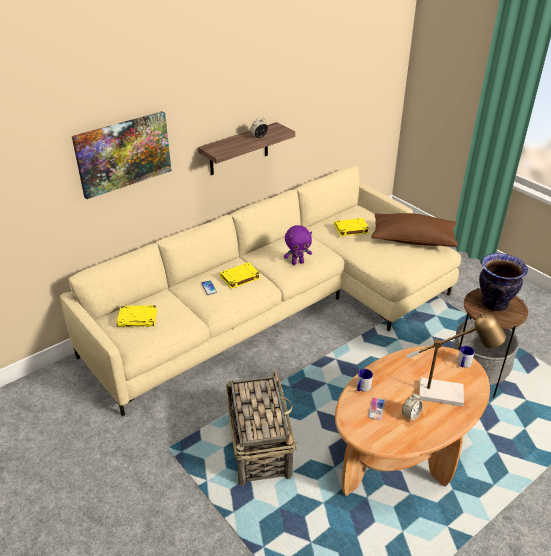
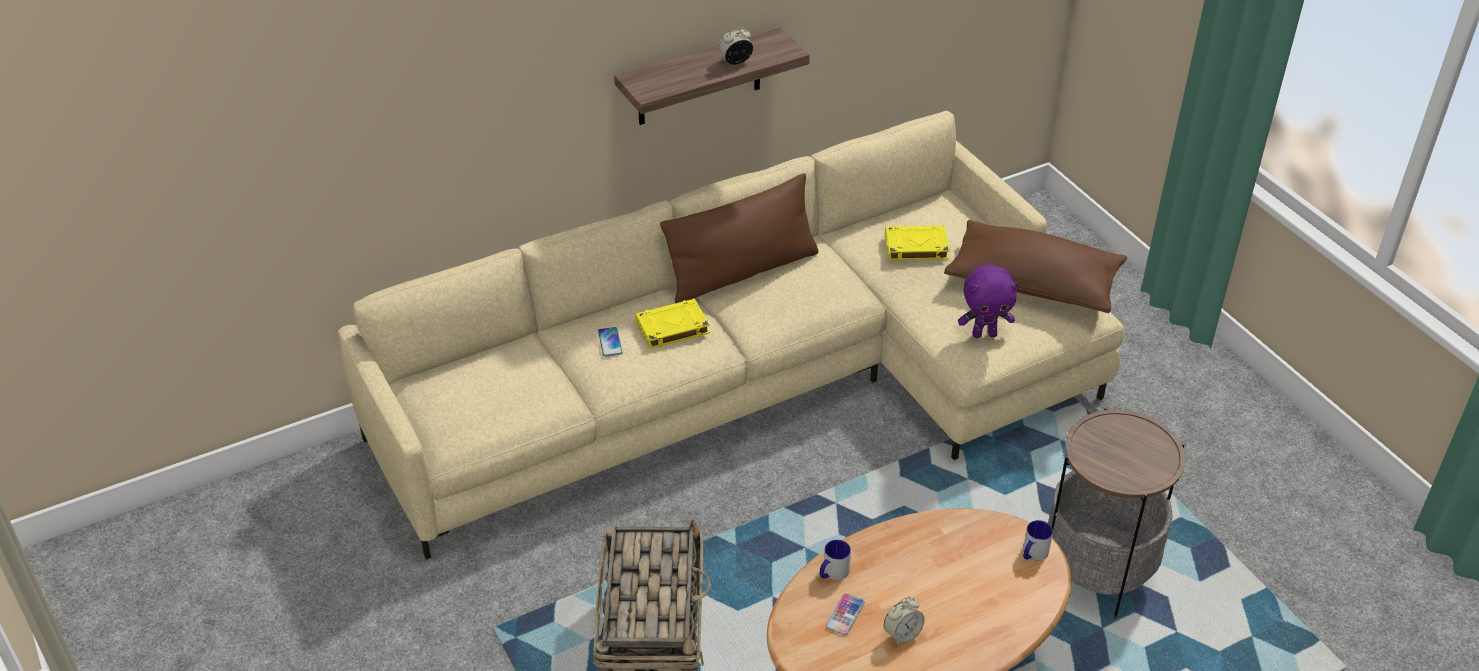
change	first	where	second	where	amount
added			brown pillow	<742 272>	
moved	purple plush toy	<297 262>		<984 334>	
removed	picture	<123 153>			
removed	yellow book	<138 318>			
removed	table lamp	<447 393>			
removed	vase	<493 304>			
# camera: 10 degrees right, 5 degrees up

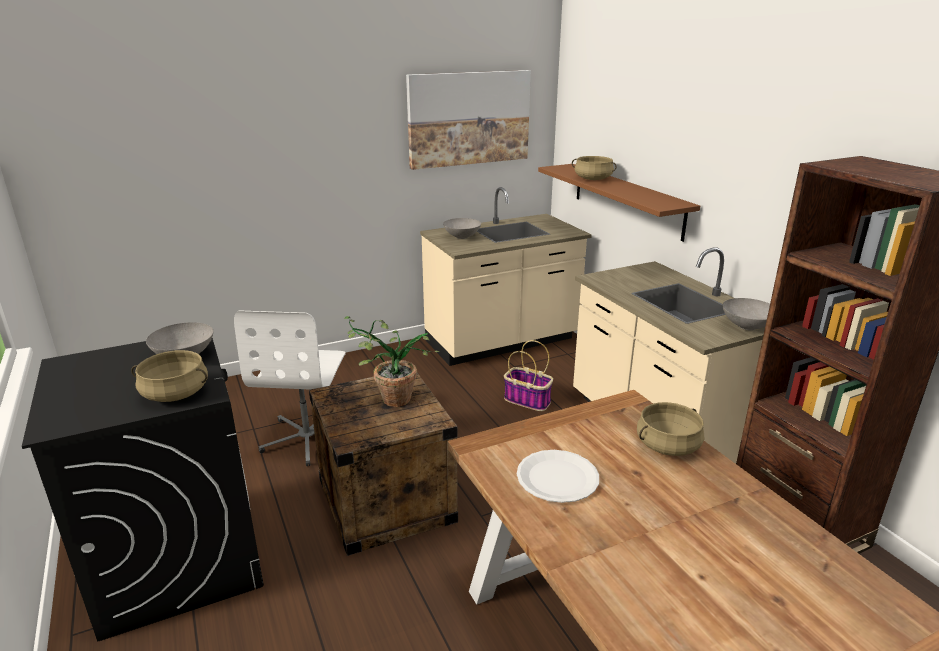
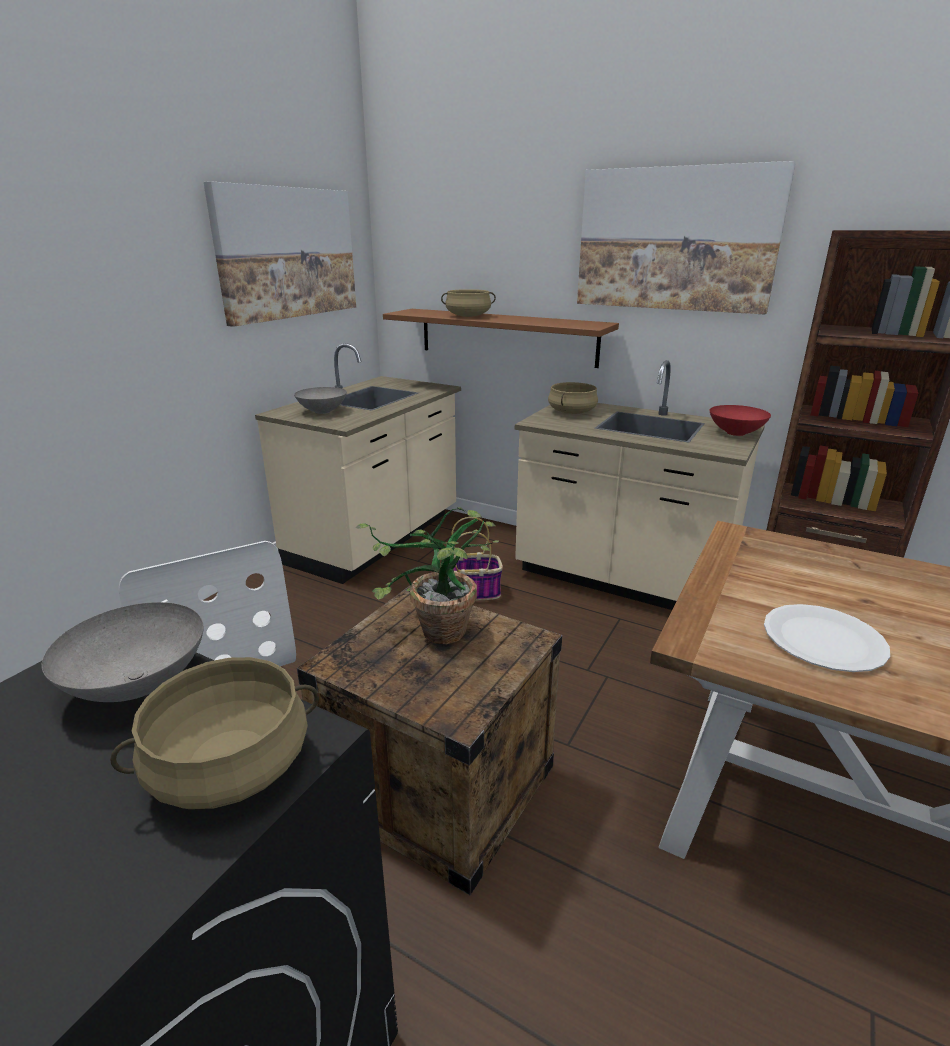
change	first	where	second	where	amount
moved	beige cooking pot	<667 445>		<571 412>	
added			picture	<675 240>	
recoloured	grey bowl	<747 326>	red bowl	<735 432>	
# camera: 35 degrees left, 0 degrees up

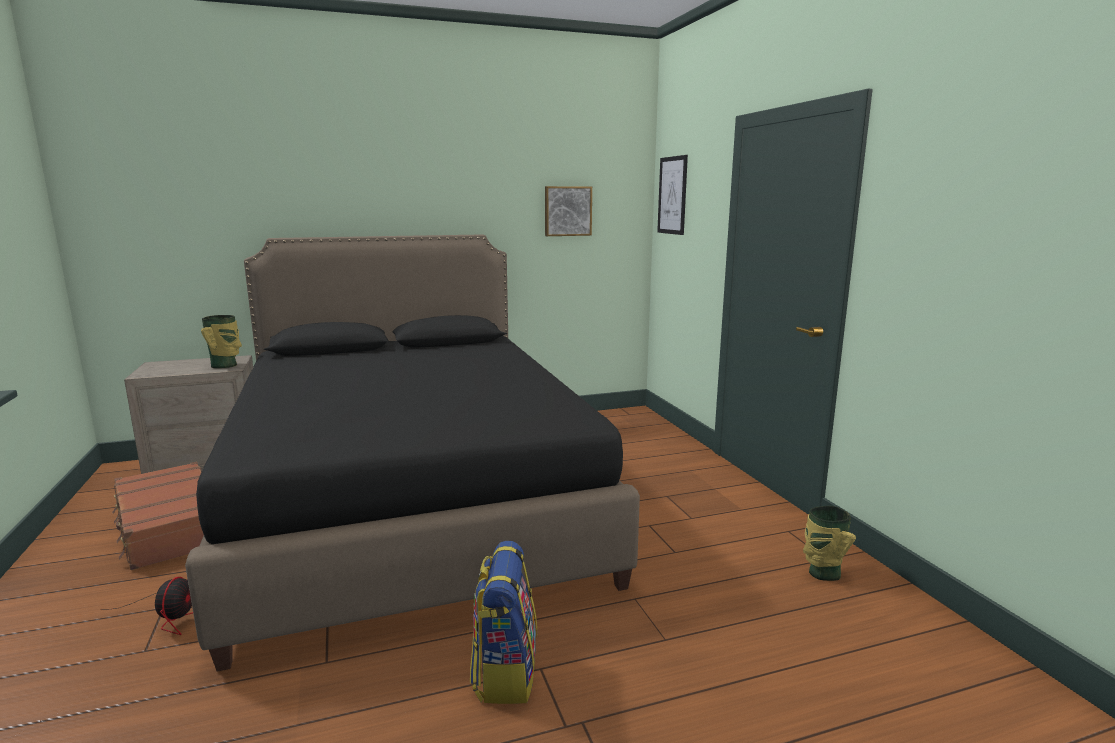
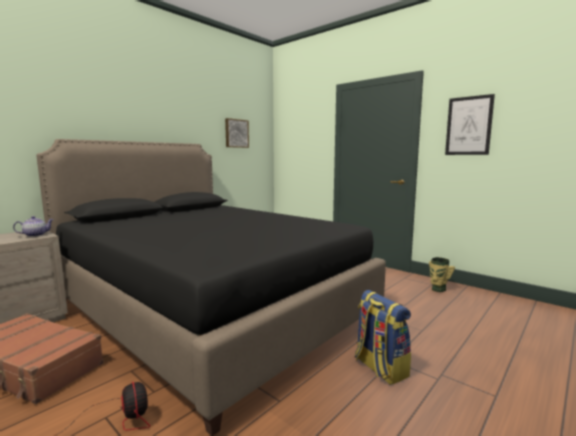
change	first	where	second	where	amount
replaced	vase	<225 365>	teapot	<35 235>	
moved	picture	<672 195>		<468 126>	
# camera: 30 degrees left, 5 degrees down

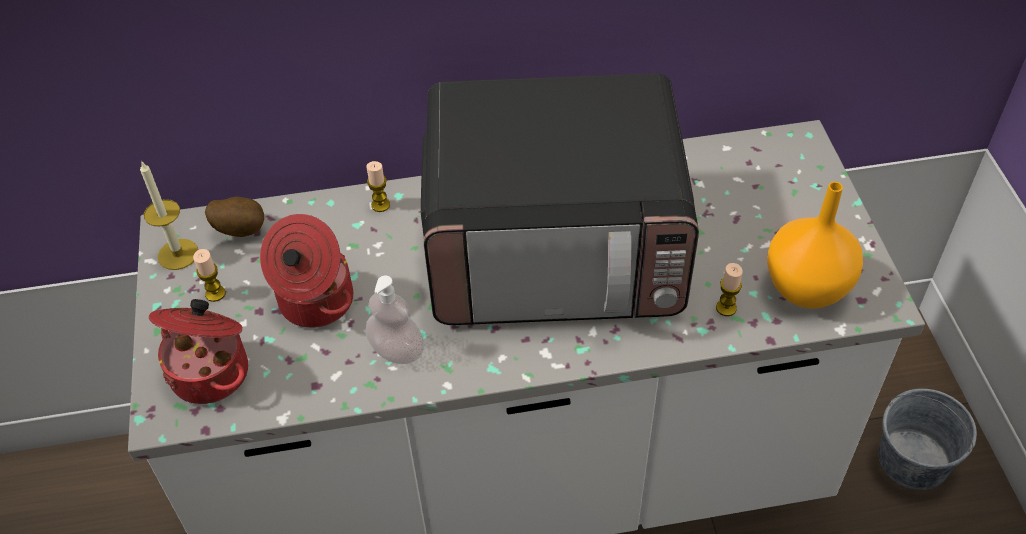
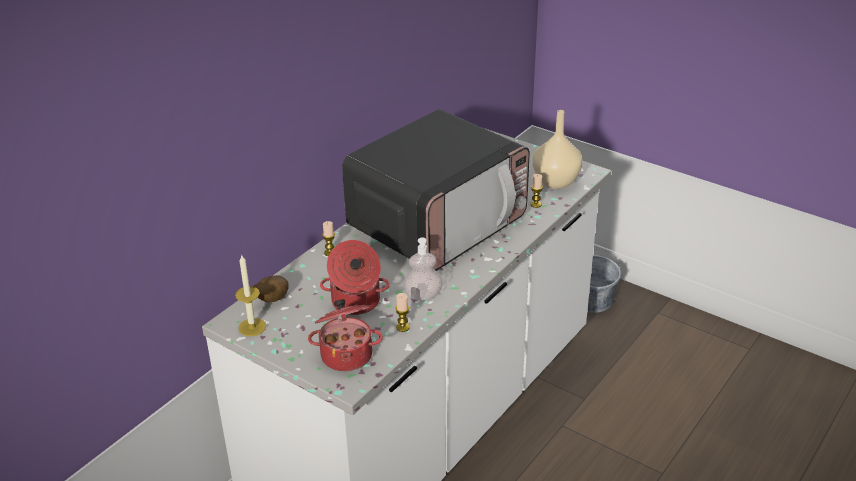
change	first	where	second	where	amount
moved	candle	<215 293>		<403 327>	
recoloured	orange vase	<805 289>	beige vase	<556 182>	
# camera: 45 degrees left, 15 degrees down

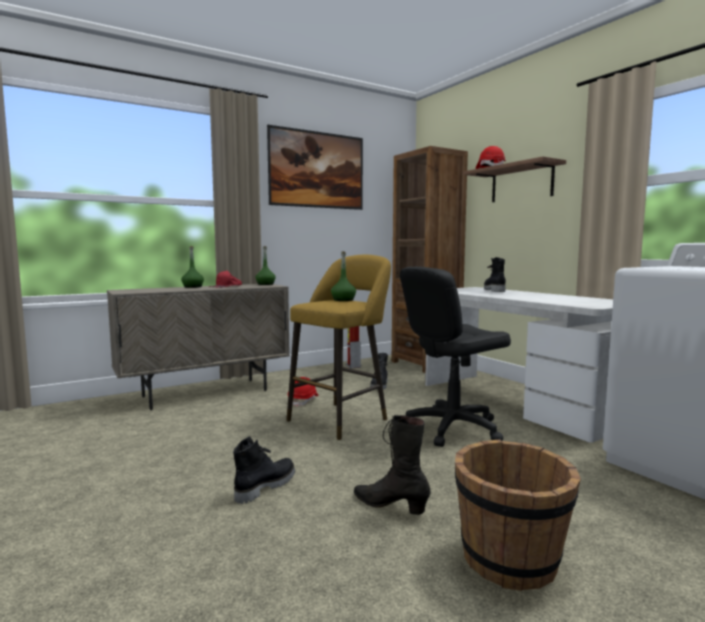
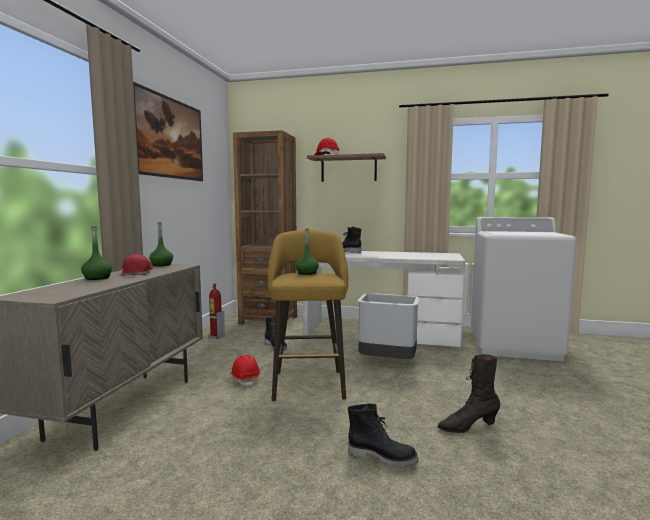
change	first	where	second	where	amount
turned	black boot	<265 486>		<382 457>	120 degrees clockwise
replaced	black office chair	<452 428>	grey trash can	<387 363>	
removed	brown bucket	<510 560>			
# camera: 45 degrees left, 0 degrees up

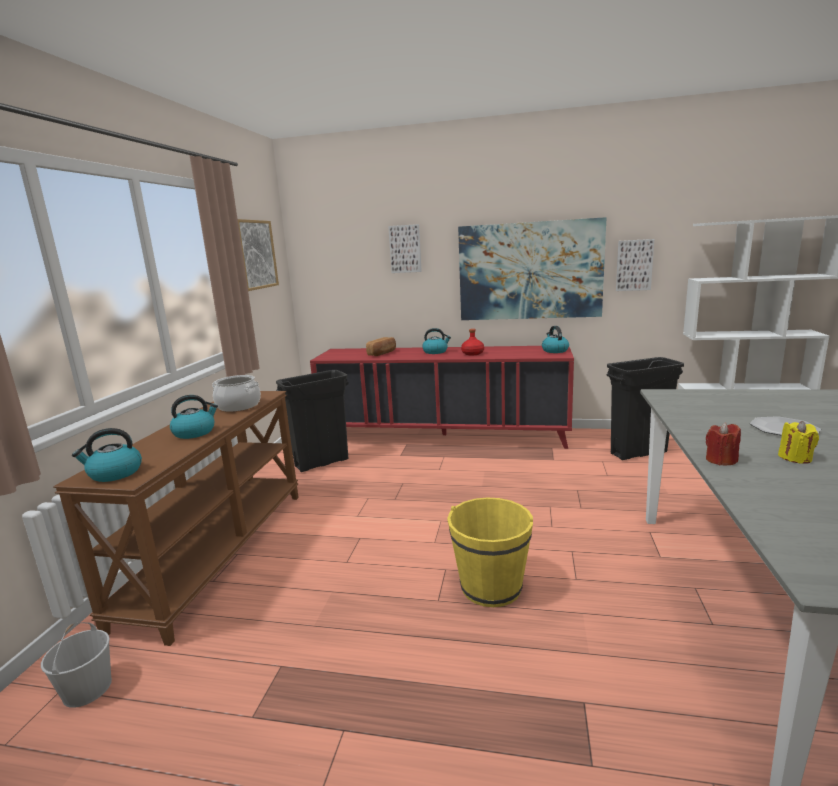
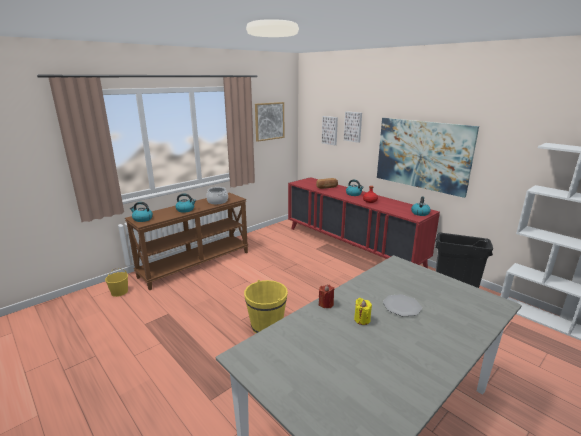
change	first	where	second	where	amount
recoloured	white bucket	<87 688>	yellow bucket	<119 292>	
moved	picture	<634 265>		<330 130>	
removed	black trash can	<322 463>			
# camera: 35 degrees right, 5 degrees up

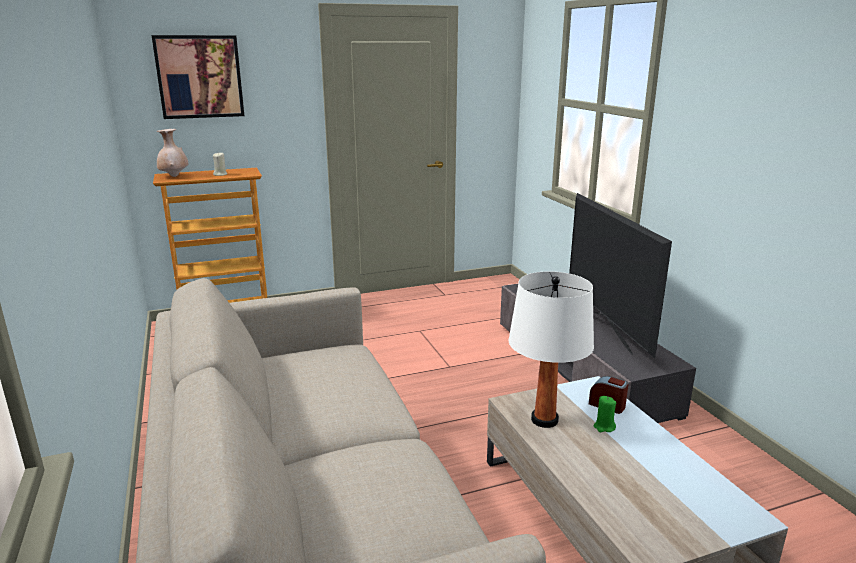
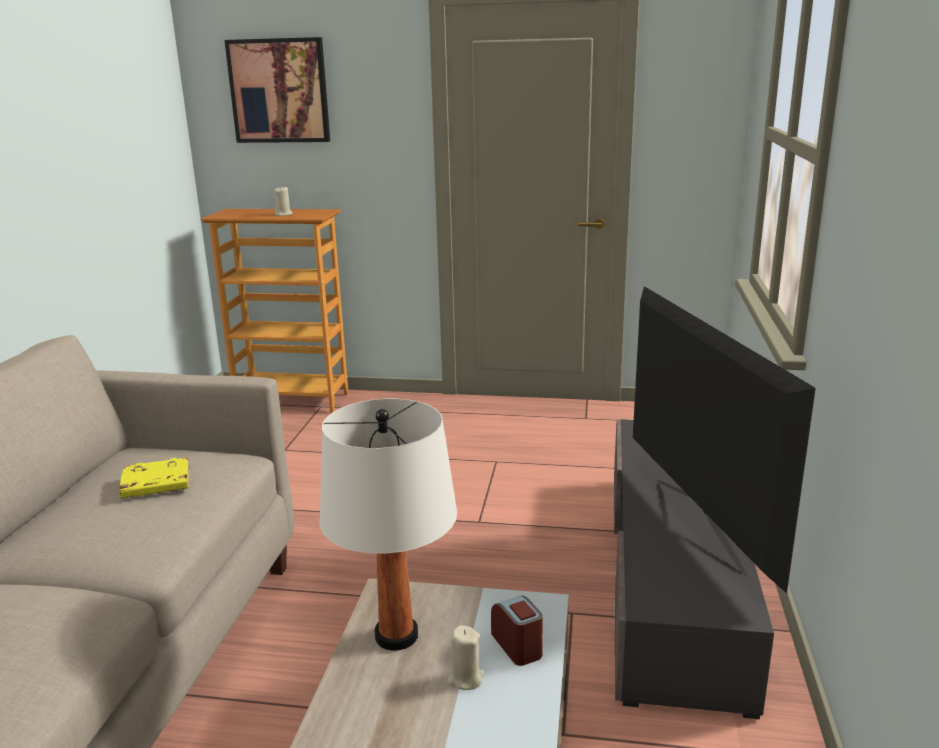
change	first	where	second	where	amount
added			yellow book	<155 484>	
recoloured	green candle	<604 427>	beige candle	<465 678>	
turned	television	<606 329>		<694 524>	150 degrees clockwise
removed	beige vase	<174 176>			
# camera: 30 degrees right, 0 degrees up

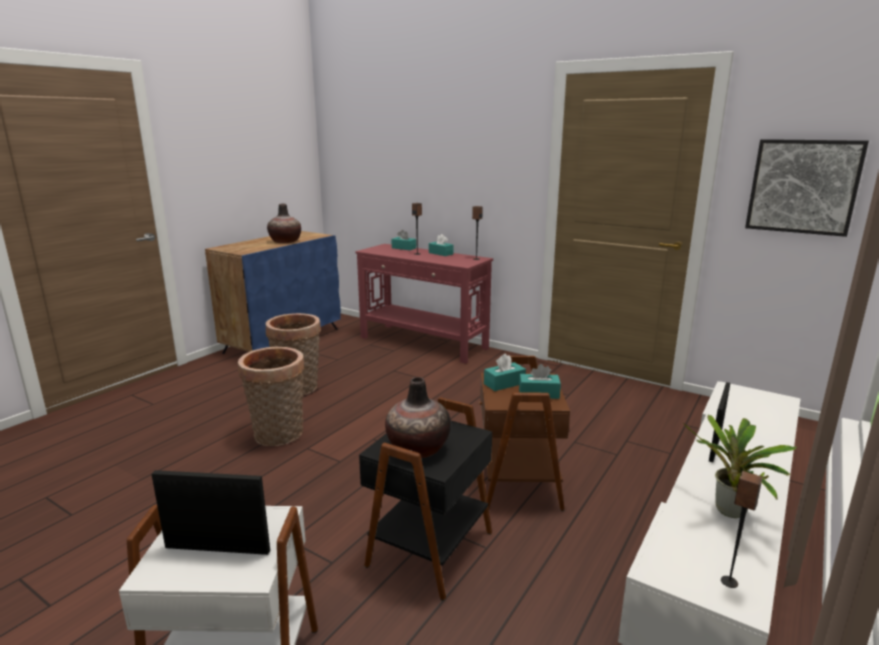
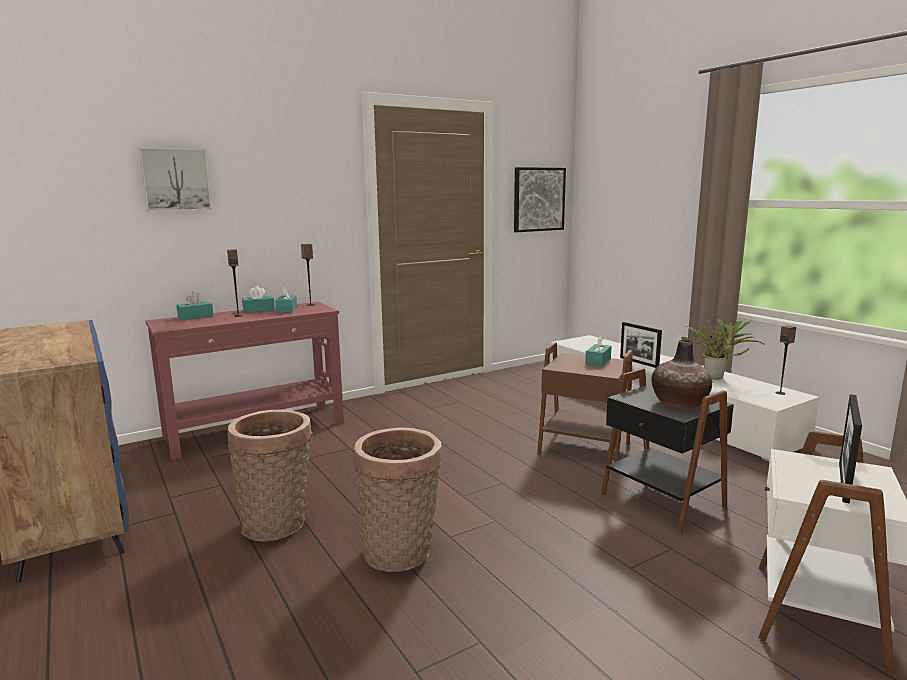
change	first	where	second	where	amount
added			picture	<175 180>	
moved	turquoise tissue box	<504 383>		<287 309>	
removed	vase	<285 242>			
# camera: 65 degrees left, 5 degrees down

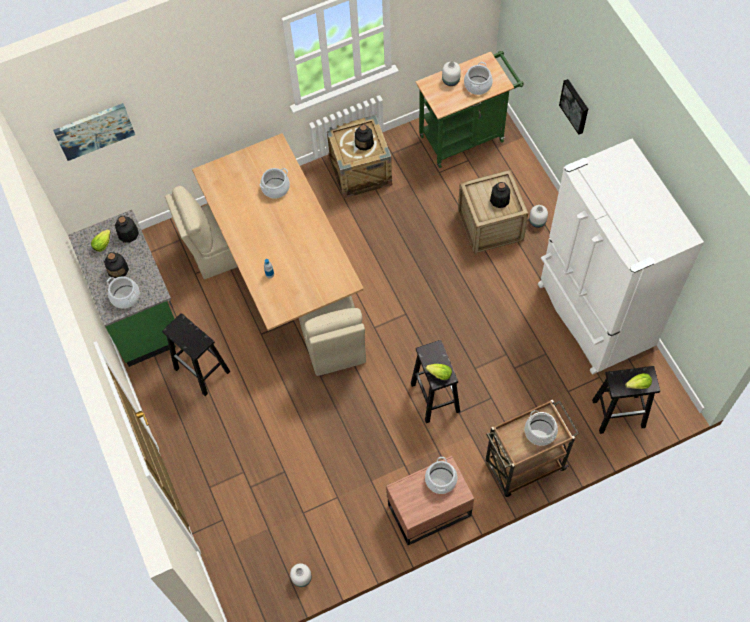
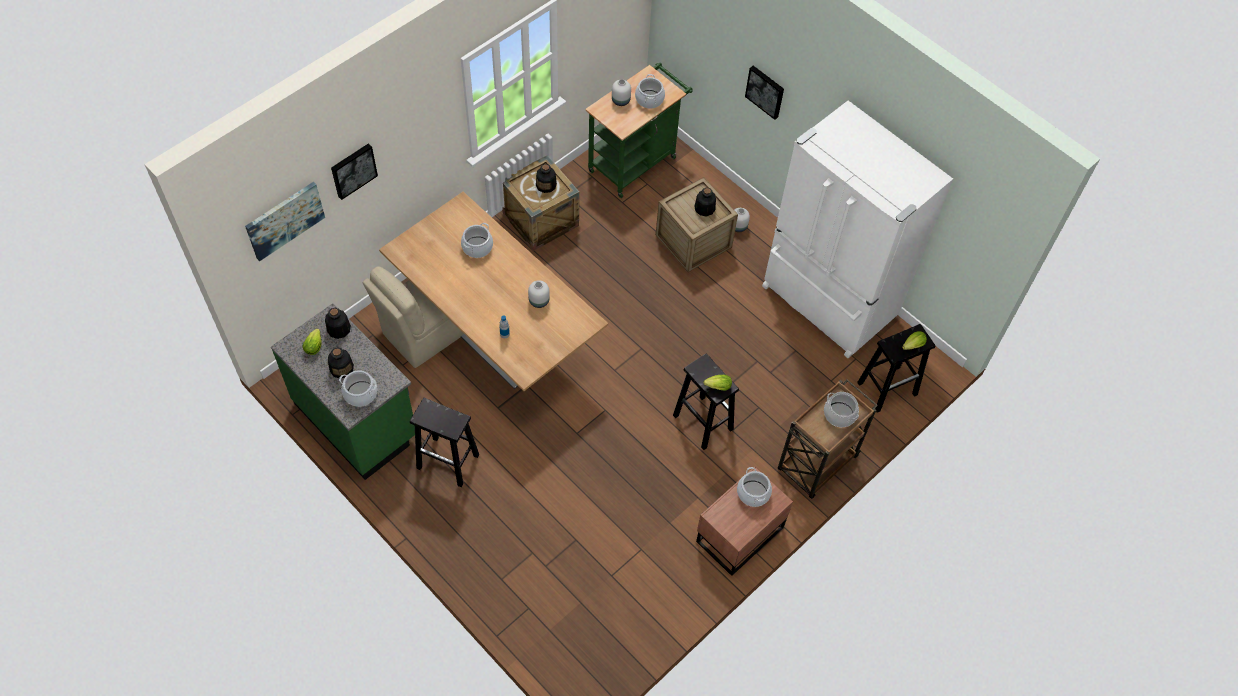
change	first	where	second	where	amount
added			picture	<353 170>	
moved	white vase	<301 578>		<538 301>	
removed	beige chair	<333 343>			
# camera: 25 degrees left, 5 degrees down

